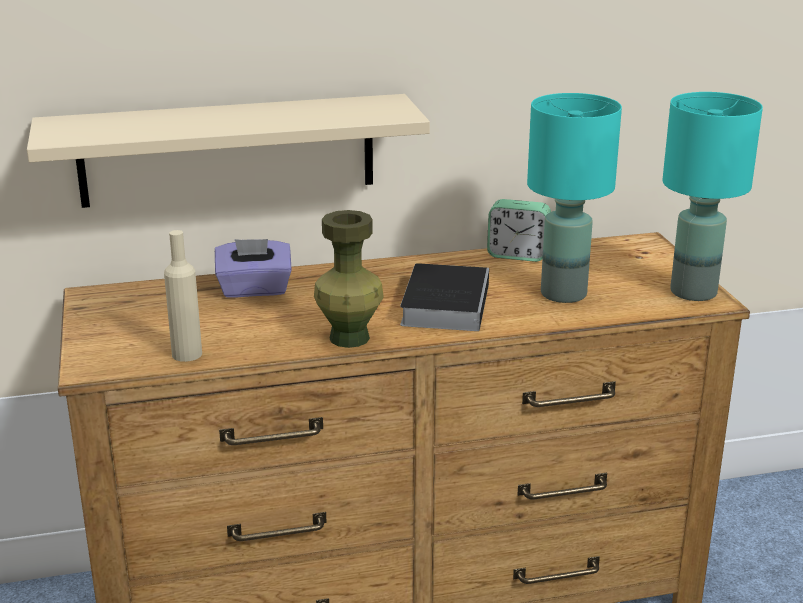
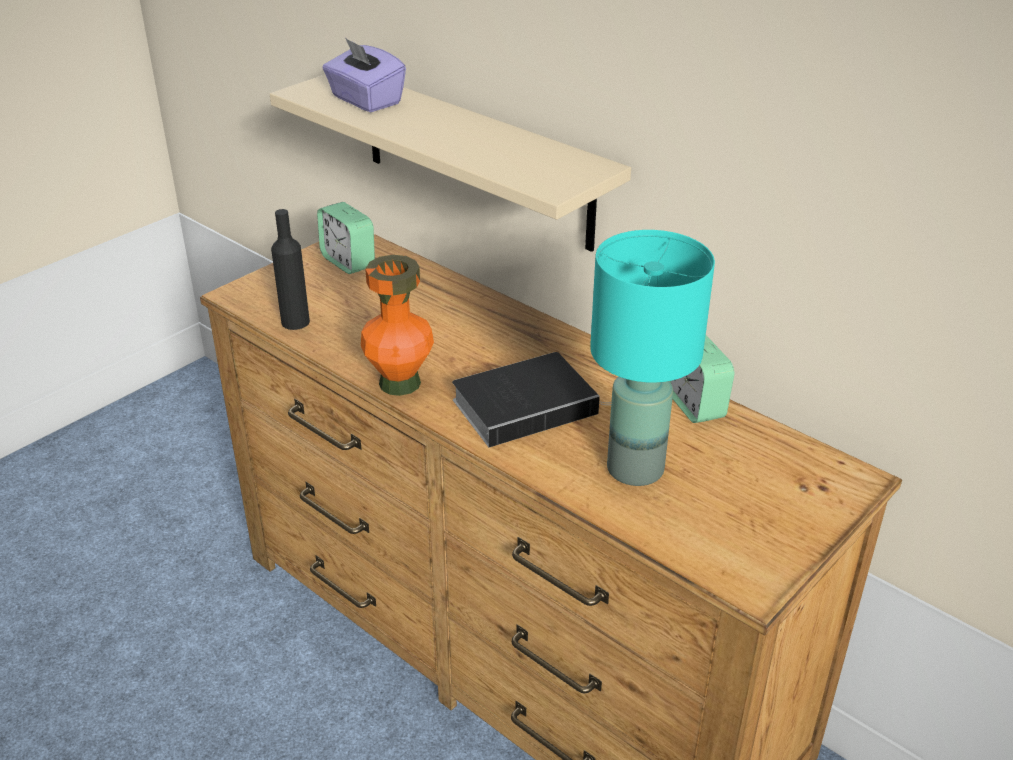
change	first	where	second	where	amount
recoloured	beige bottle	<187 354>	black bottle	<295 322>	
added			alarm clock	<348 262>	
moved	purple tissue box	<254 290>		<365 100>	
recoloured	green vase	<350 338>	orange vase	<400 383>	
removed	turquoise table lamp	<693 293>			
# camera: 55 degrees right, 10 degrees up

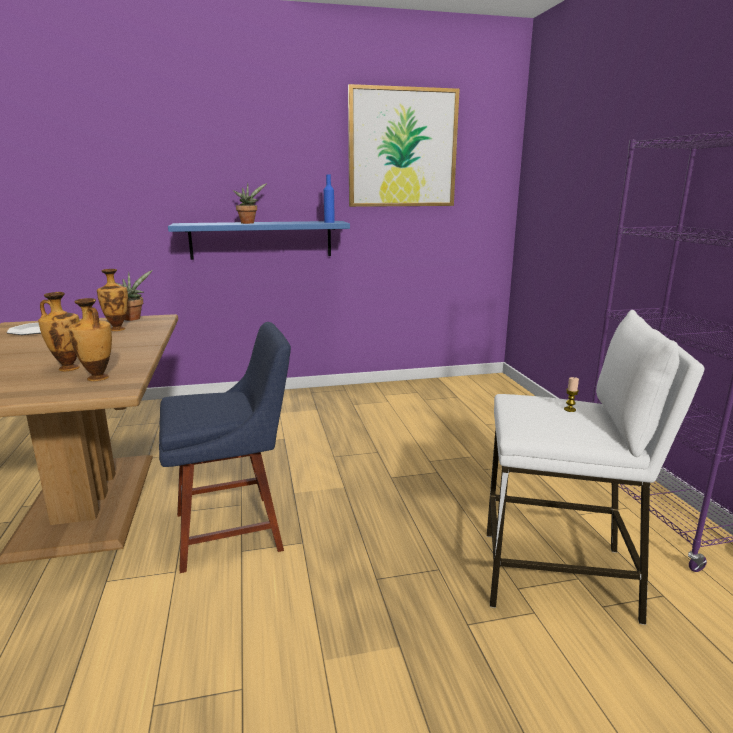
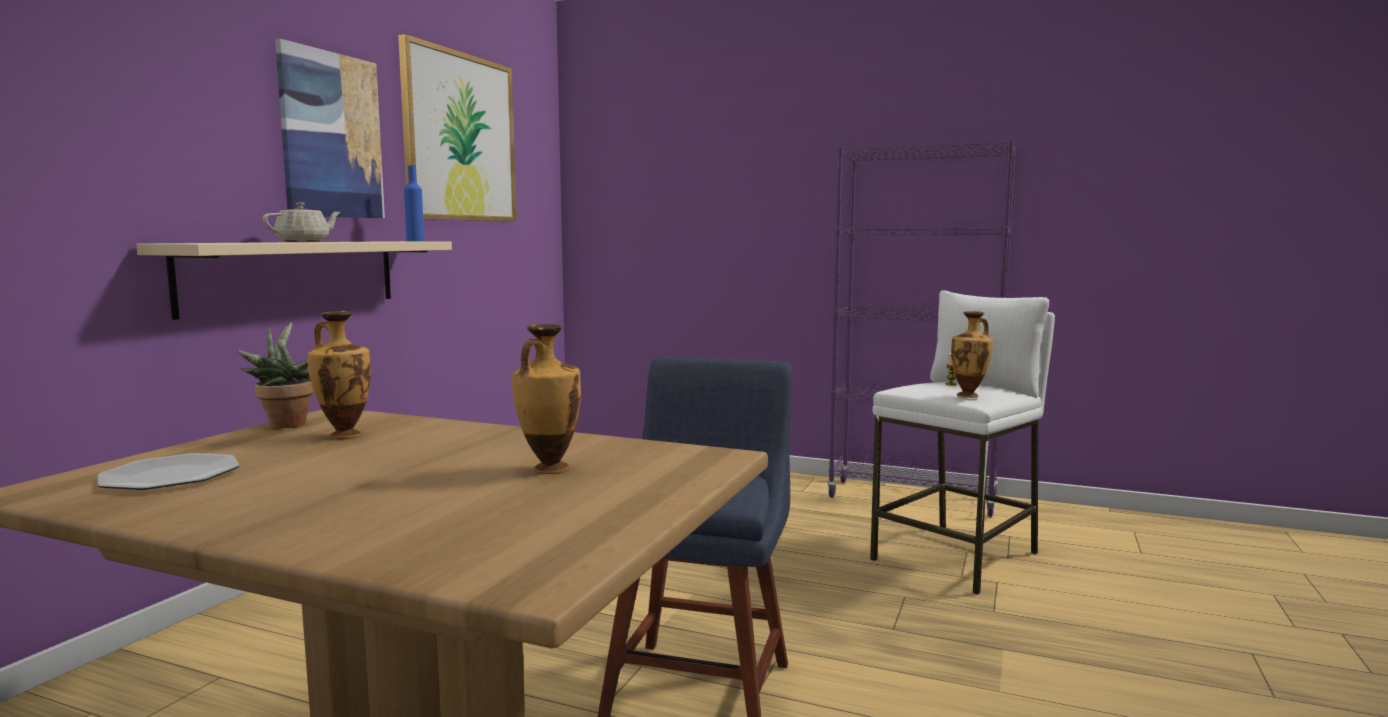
change	first	where	second	where	amount
recoloured	blue shelf	<261 240>	beige shelf	<293 275>	
replaced	potted plant	<249 223>	beige teapot	<304 241>	
added			picture	<331 135>	
moved	vase	<98 378>		<969 395>	
# camera: 55 degrees left, 10 degrees down

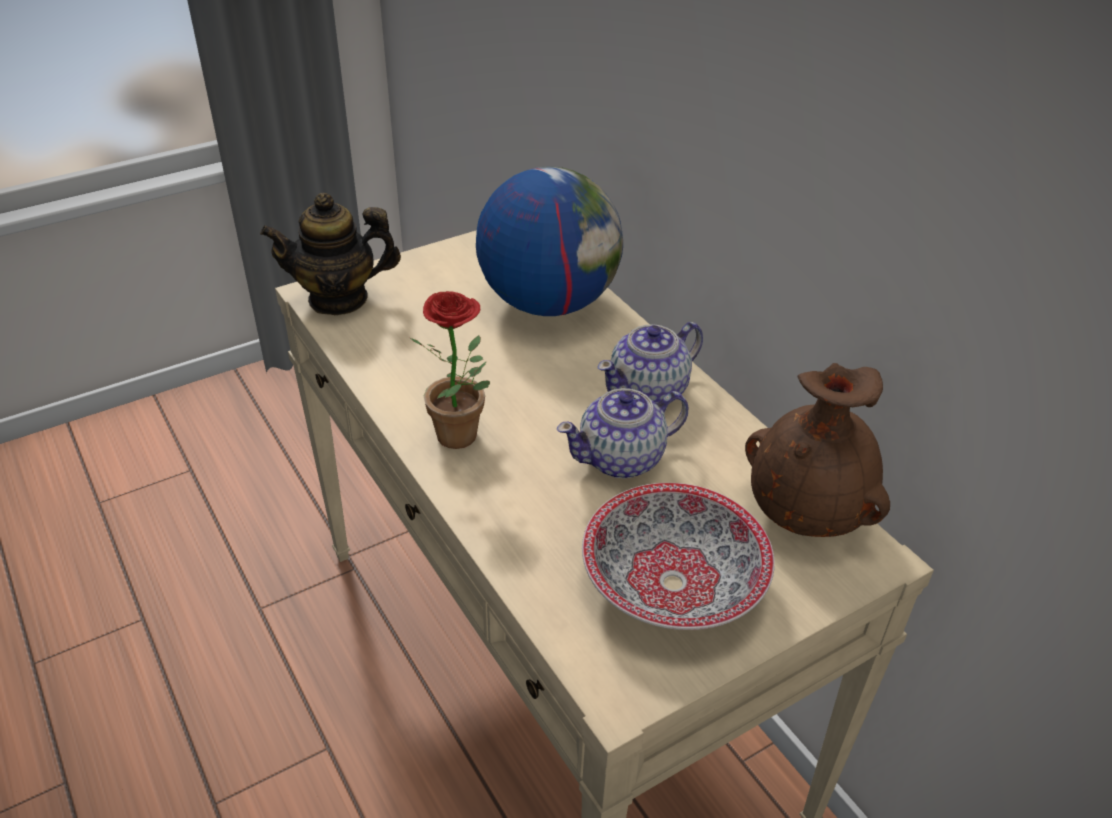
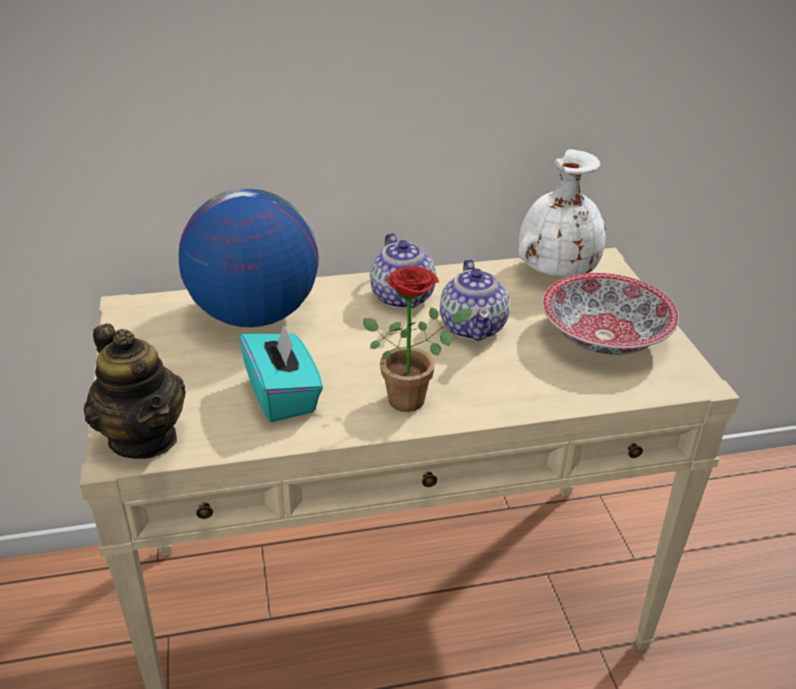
change	first	where	second	where	amount
turned	teapot	<338 298>		<144 438>	45 degrees counterclockwise
added			turquoise tissue box	<283 395>	
recoloured	brown vase	<807 512>	white vase	<555 271>	
# camera: 70 degrees left, 5 degrees down

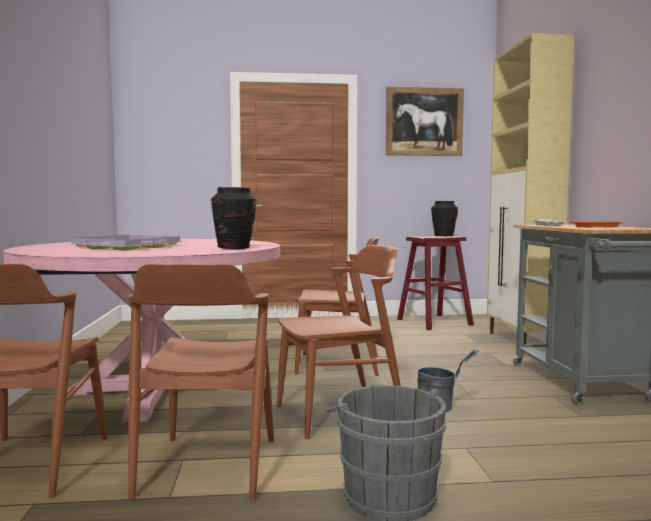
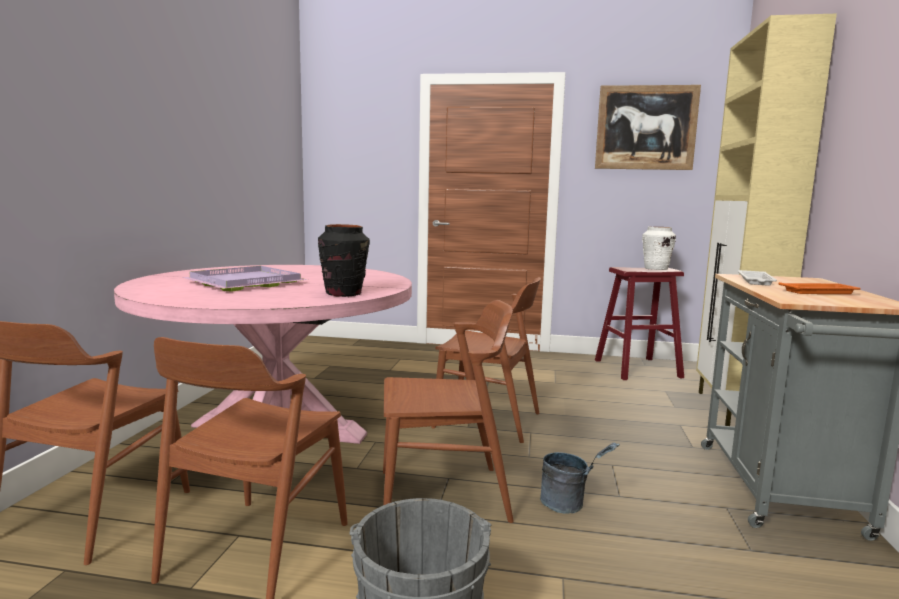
change	first	where	second	where	amount
recoloured	black vase	<443 236>	white vase	<656 269>	
# camera: 15 degrees right, 5 degrees up

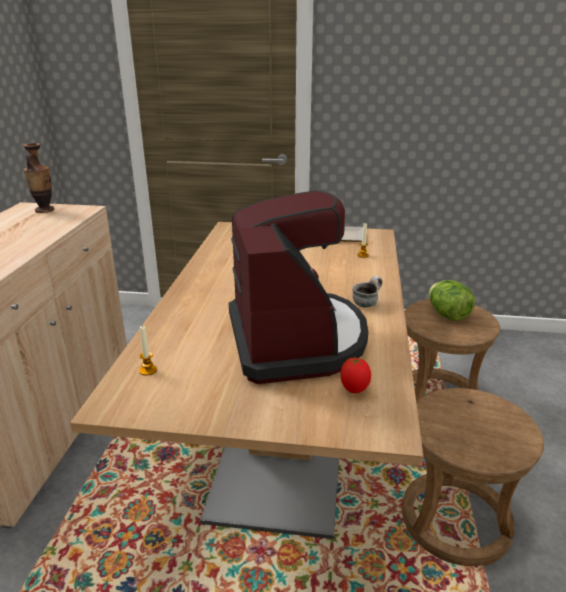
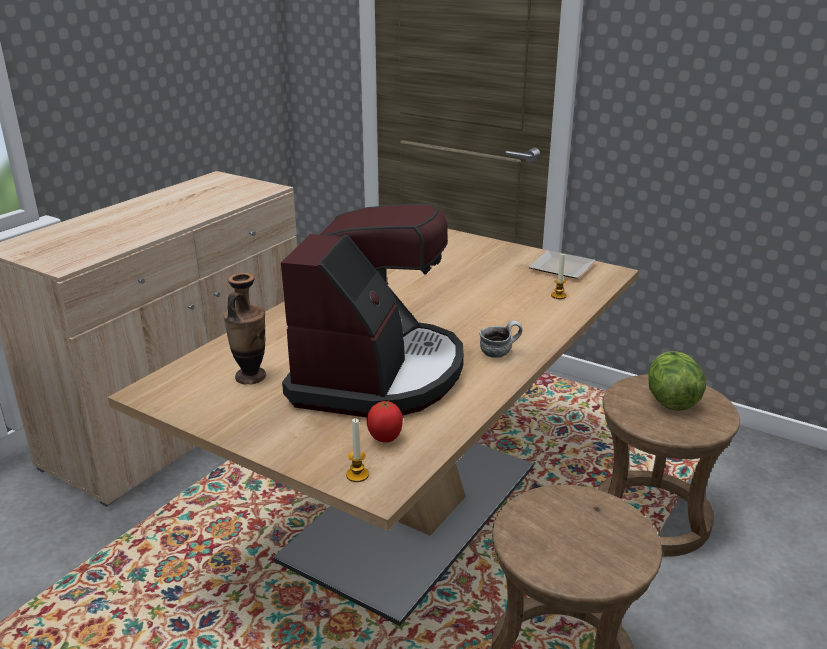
change	first	where	second	where	amount
moved	vase	<45 210>		<251 377>	
moved	candle	<148 370>		<357 475>	
# camera: 25 degrees right, 0 degrees up

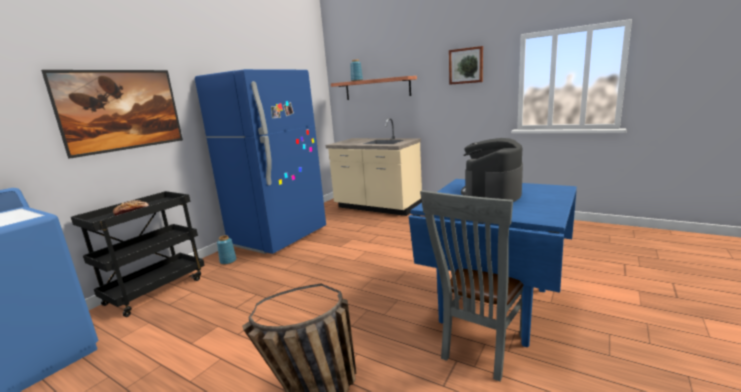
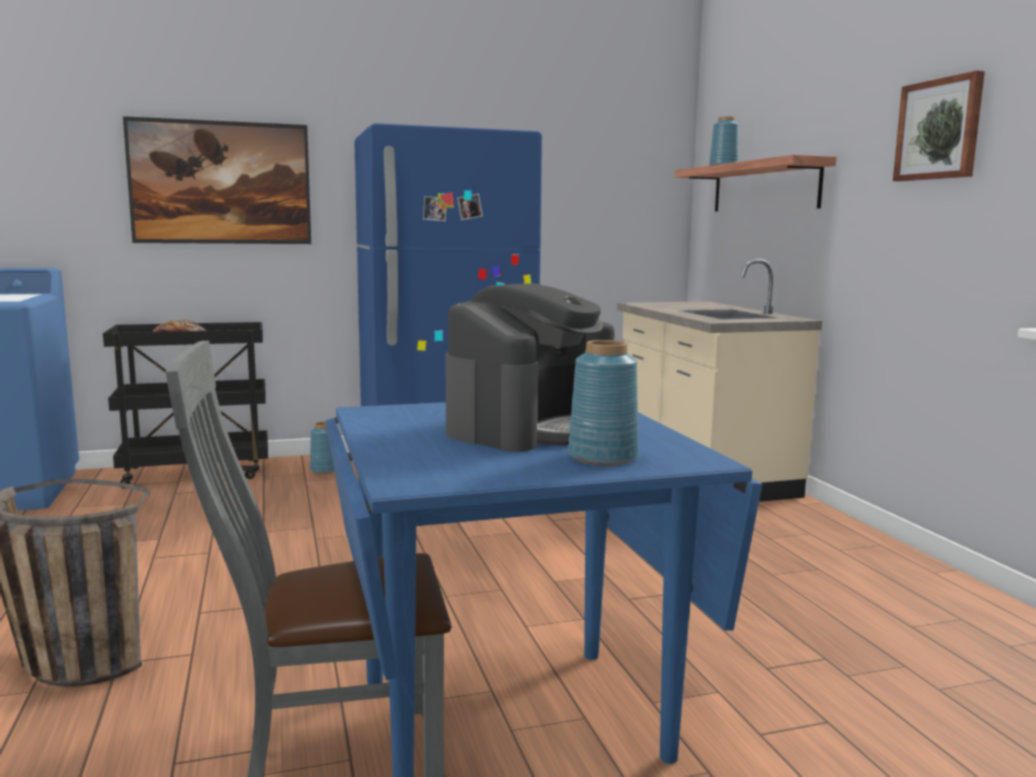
change	first	where	second	where	amount
turned	coffee machine	<492 194>		<531 427>	150 degrees clockwise
added			blue vase	<601 457>	
# camera: 40 degrees right, 5 degrees down

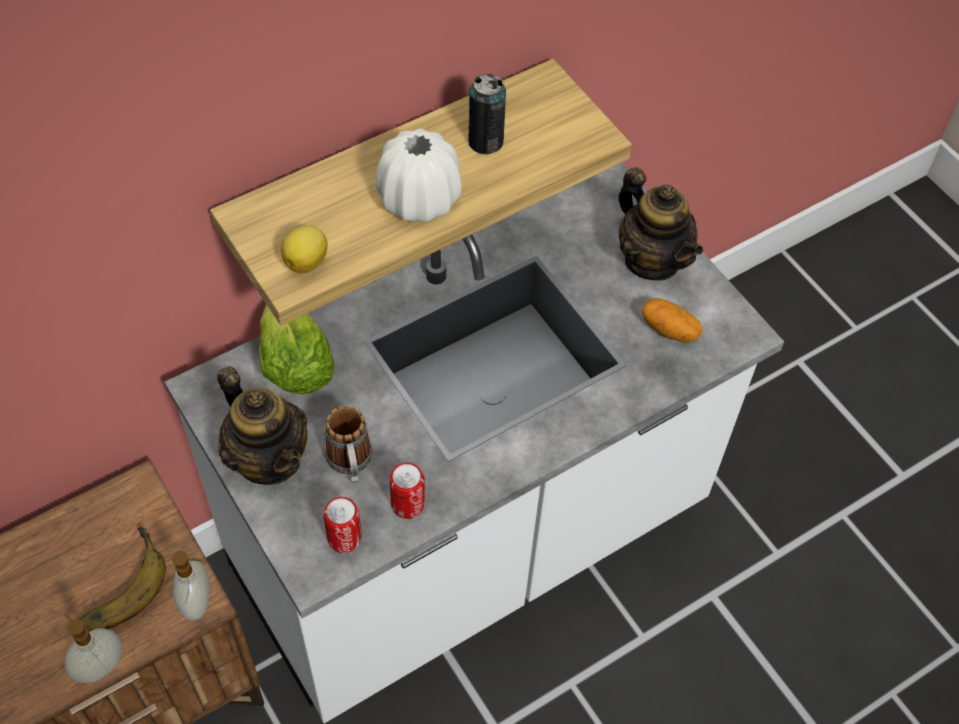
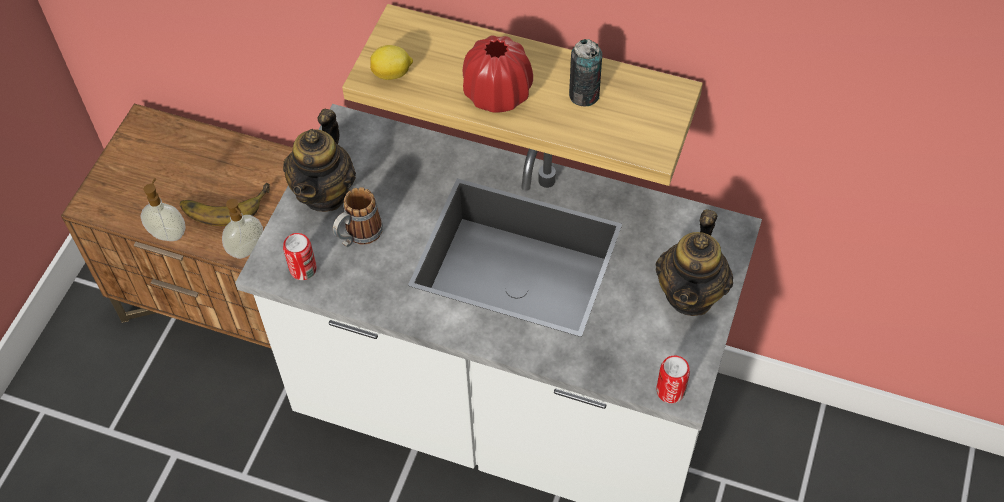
change	first	where	second	where	amount
recoloured	white vase	<419 200>	red vase	<497 94>	
moved	can	<408 504>		<670 391>	
removed	lettuce	<294 362>			
removed	potato	<669 329>			
# camera: 55 degrees right, 0 degrees up

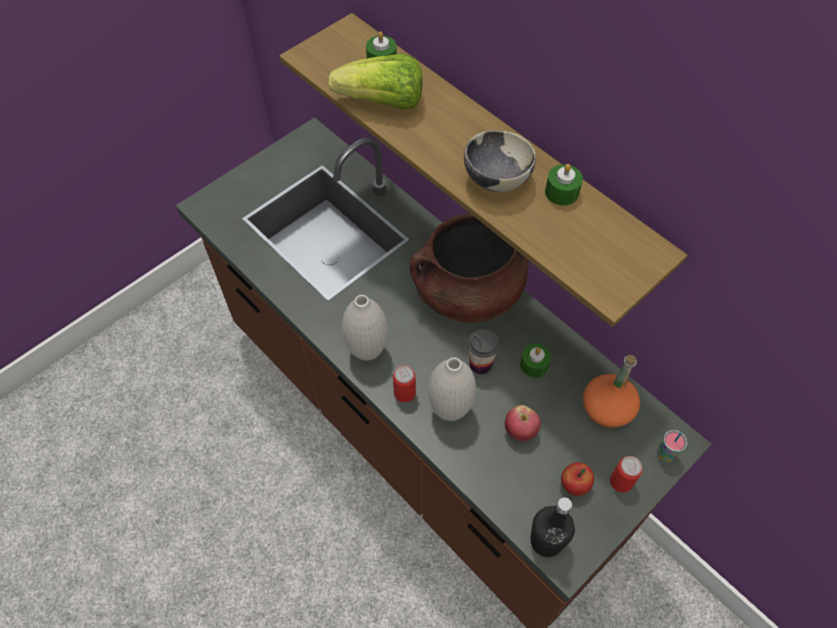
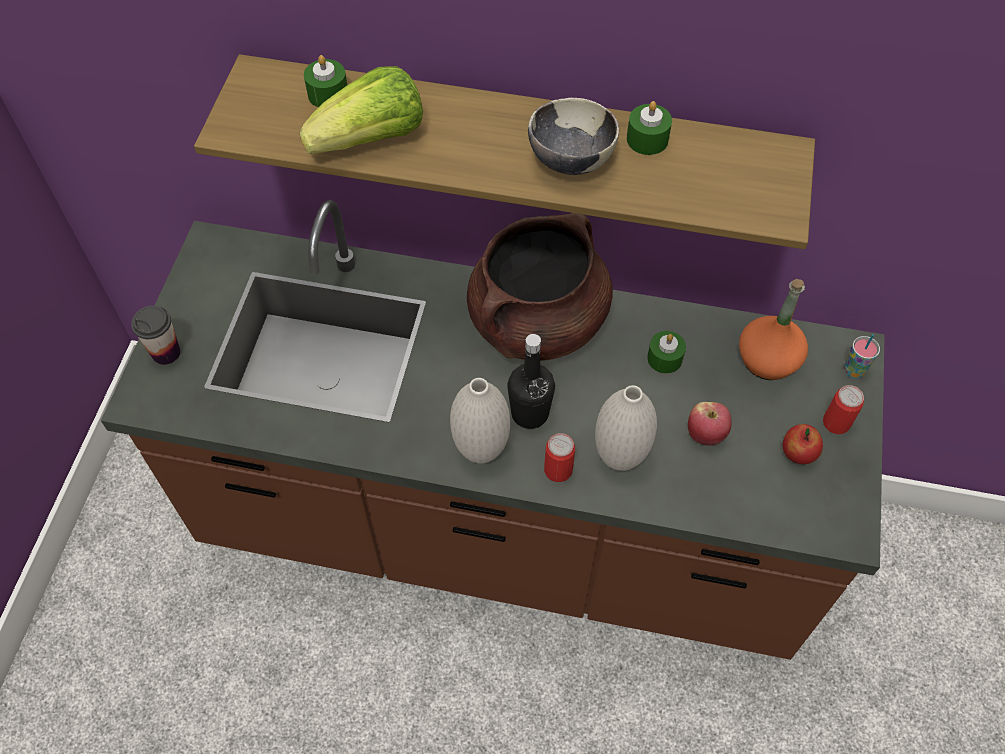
change	first	where	second	where	amount
moved	cup	<480 364>		<166 353>	
moved	black bottle	<546 541>		<530 413>	
# camera: 35 degrees left, 0 degrees up

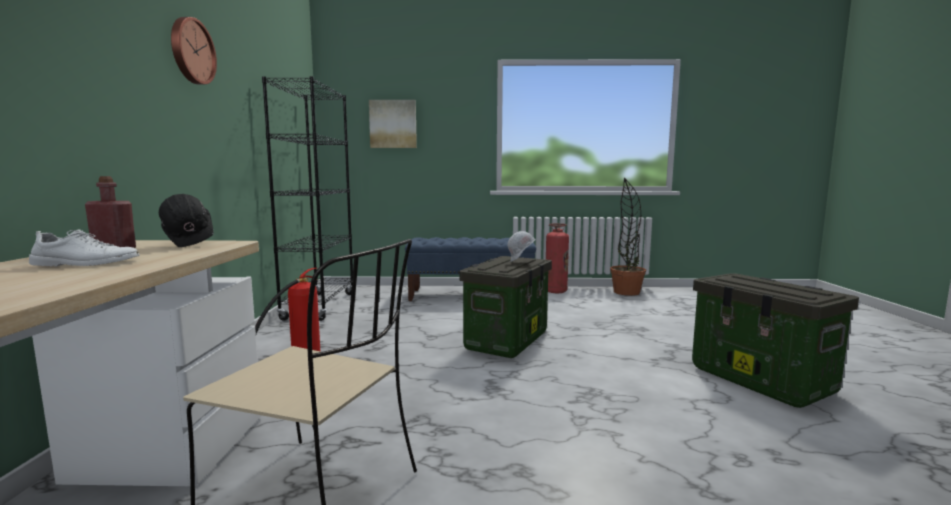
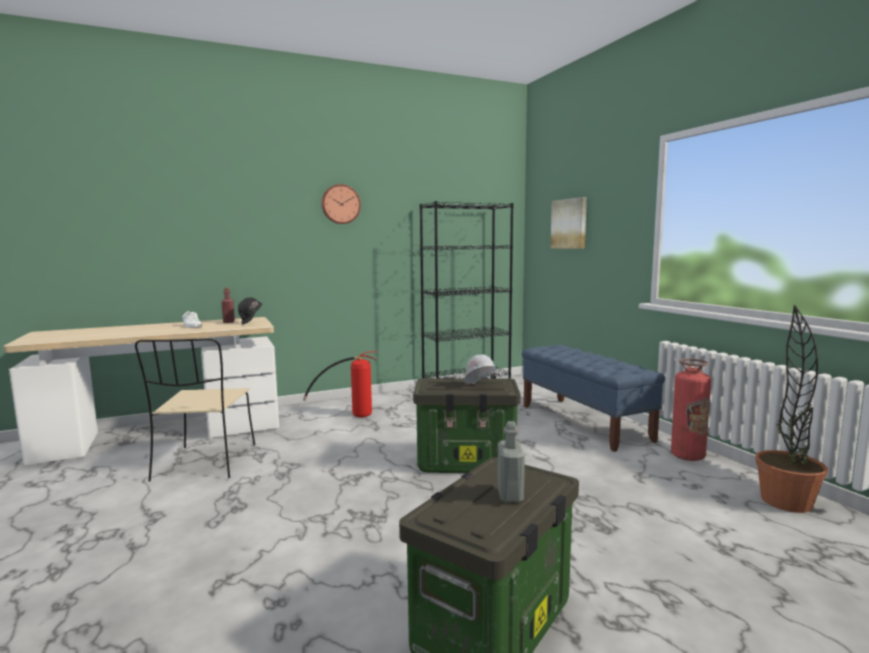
change	first	where	second	where	amount
added			grey bottle	<510 494>	
# camera: 65 degrees right, 0 degrees up

